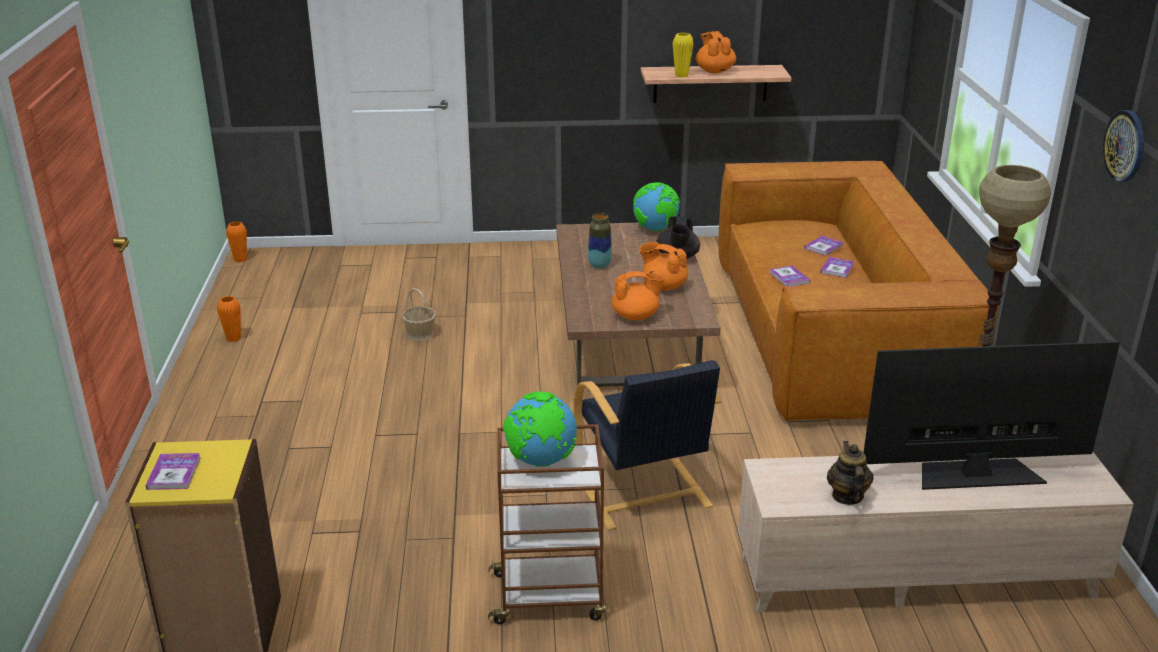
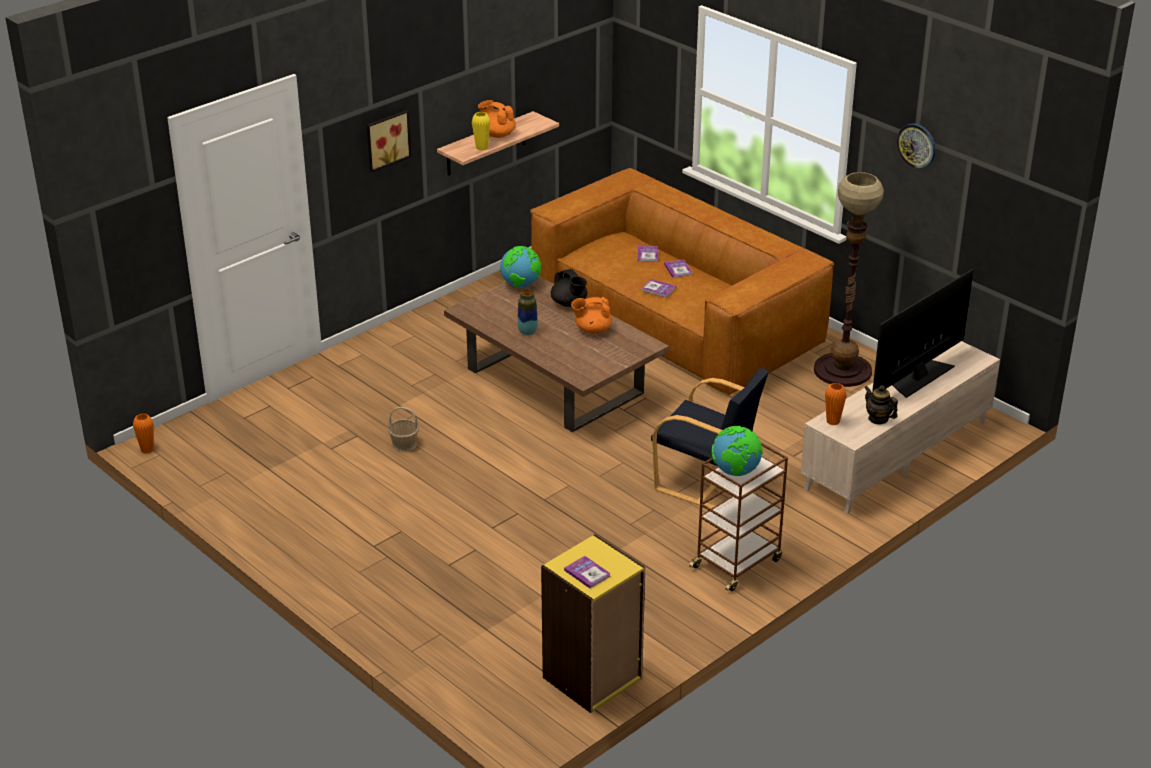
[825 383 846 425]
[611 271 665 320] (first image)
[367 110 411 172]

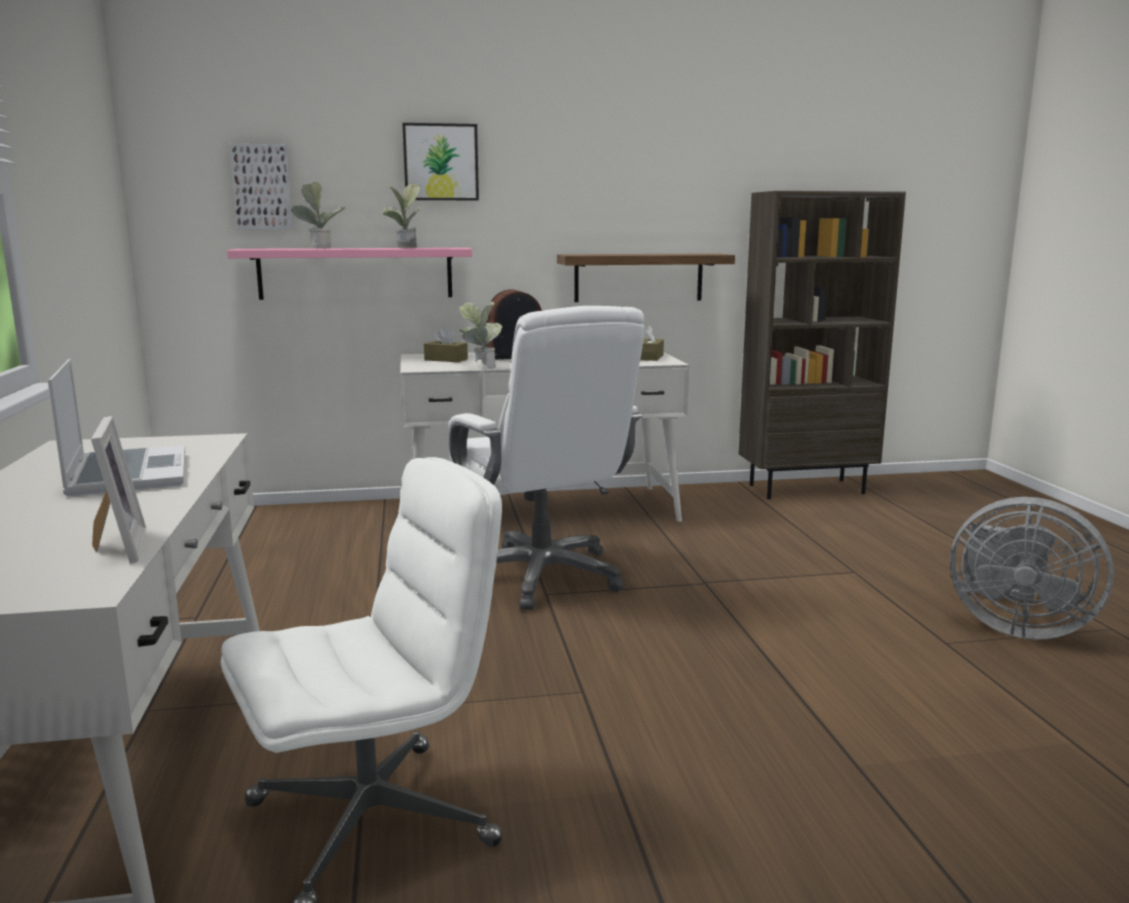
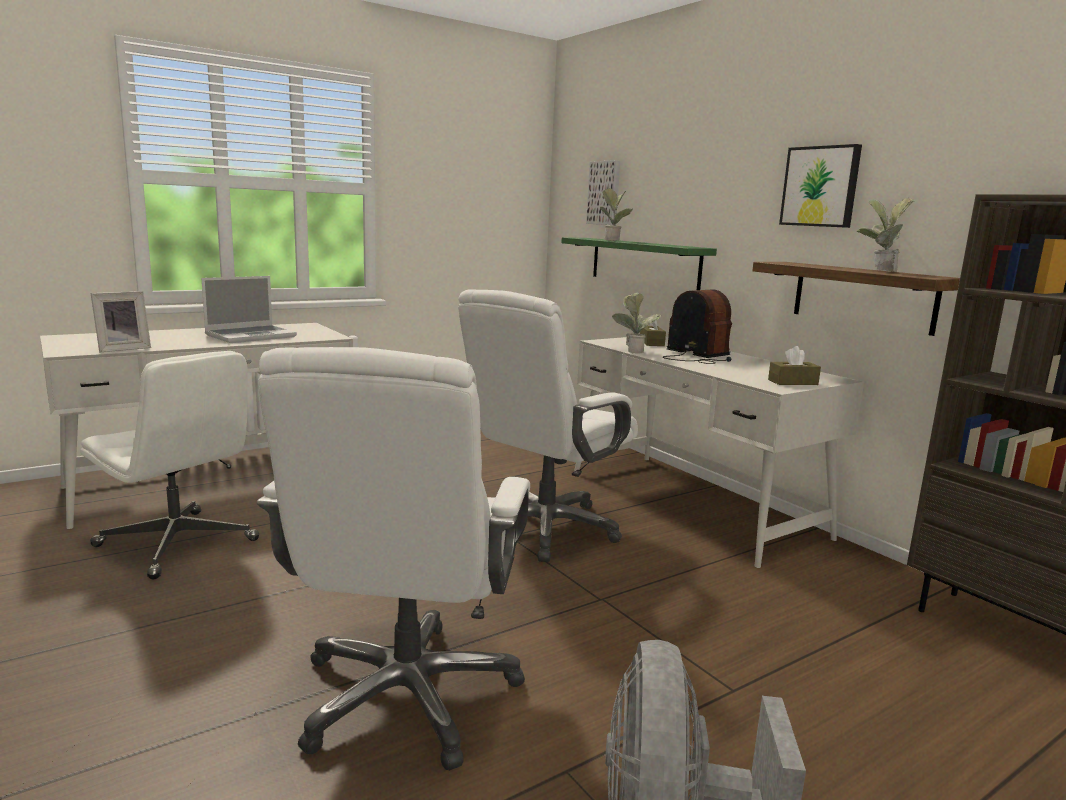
[561 237 717 290]
[856 198 914 272]
[779 144 862 228]
[257 347 530 771]

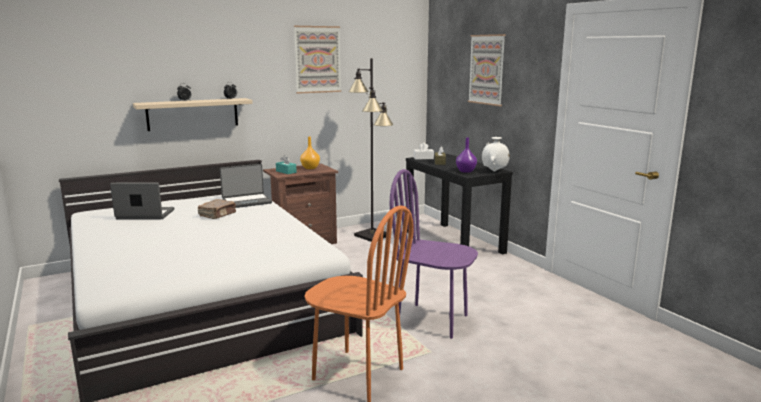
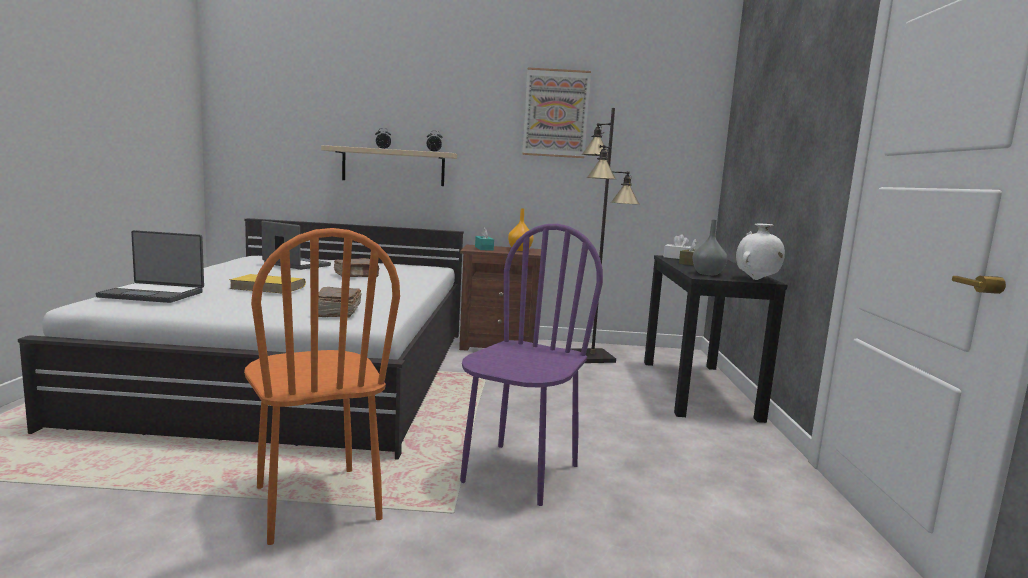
[95 230 204 303]
[460 224 603 506]
[692 220 727 275]
[468 34 506 106] (first image)
[229 274 306 293]
[318 287 362 318]

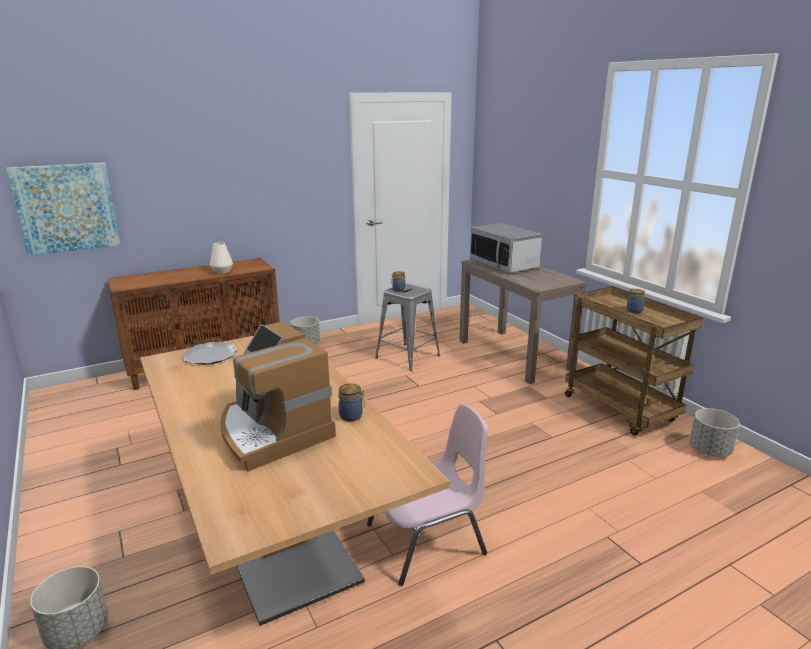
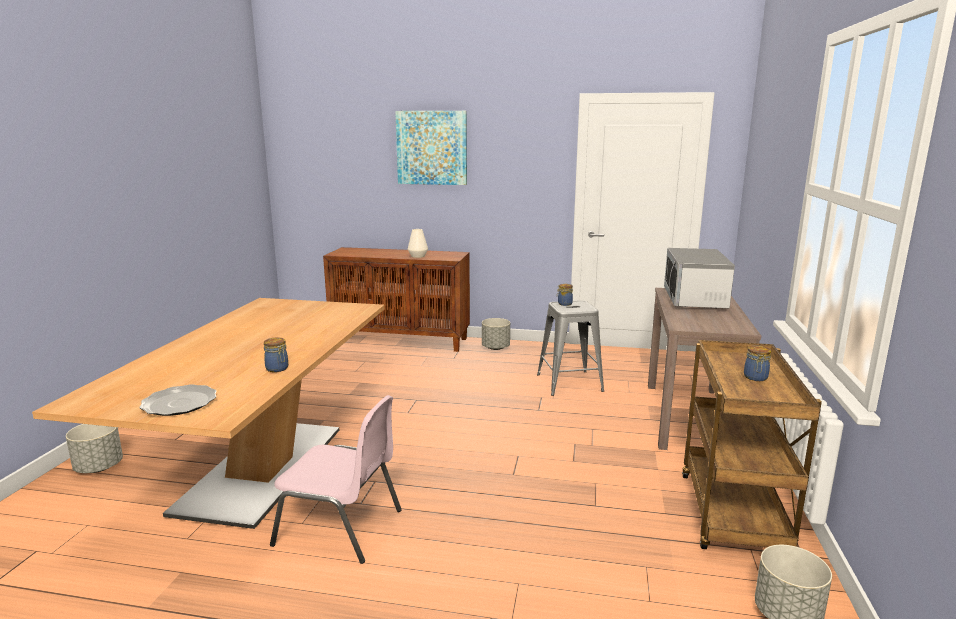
[395 111 467 185]
[139 385 216 416]
[220 321 336 471] (first image)

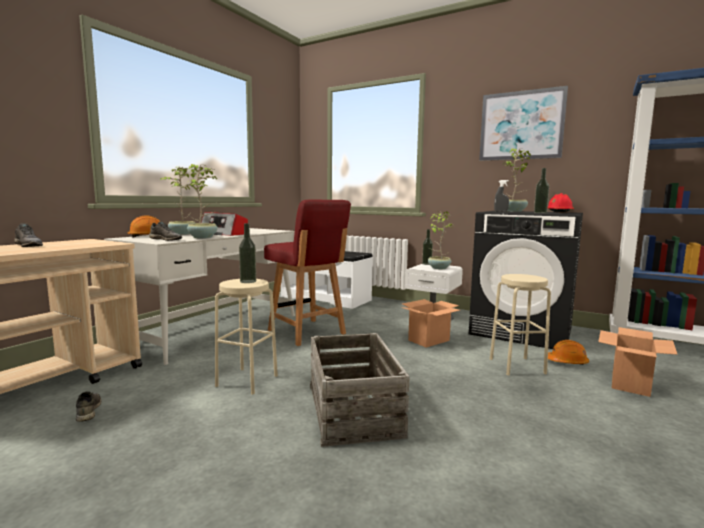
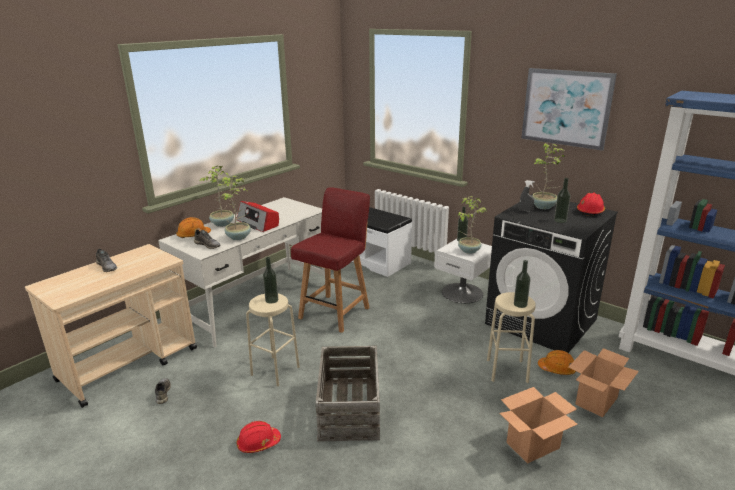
[291 187 370 333]
[499 387 578 464]
[237 421 281 453]
[514 260 530 308]

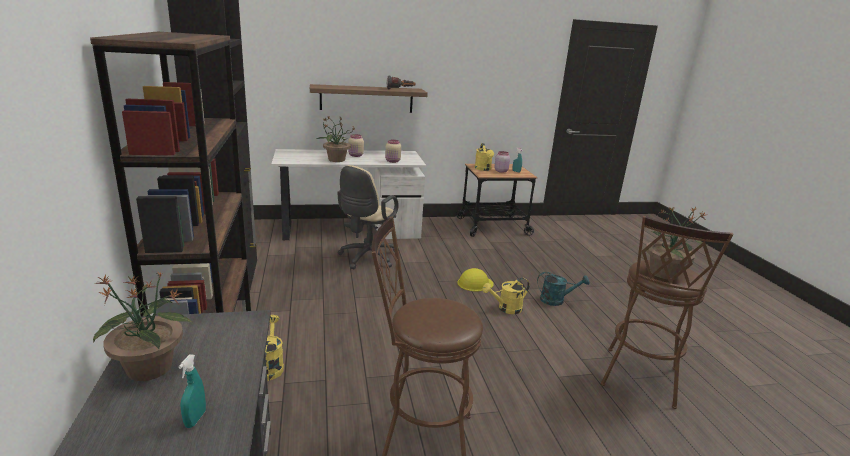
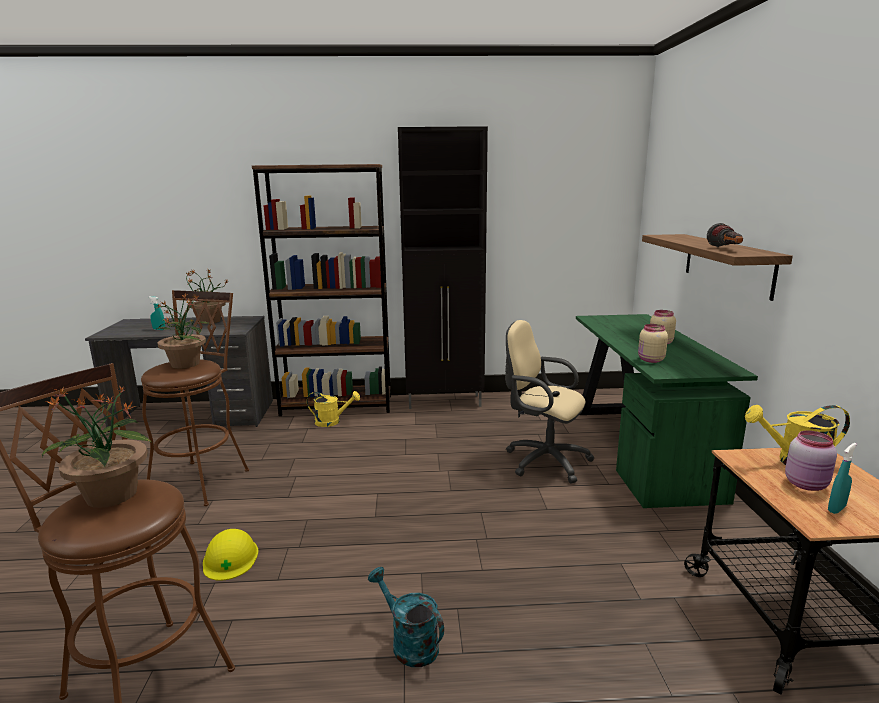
[576 314 758 508]
[156 293 211 369]
[203 529 258 581]
[482 278 530 314] (first image)
[368 567 444 667]

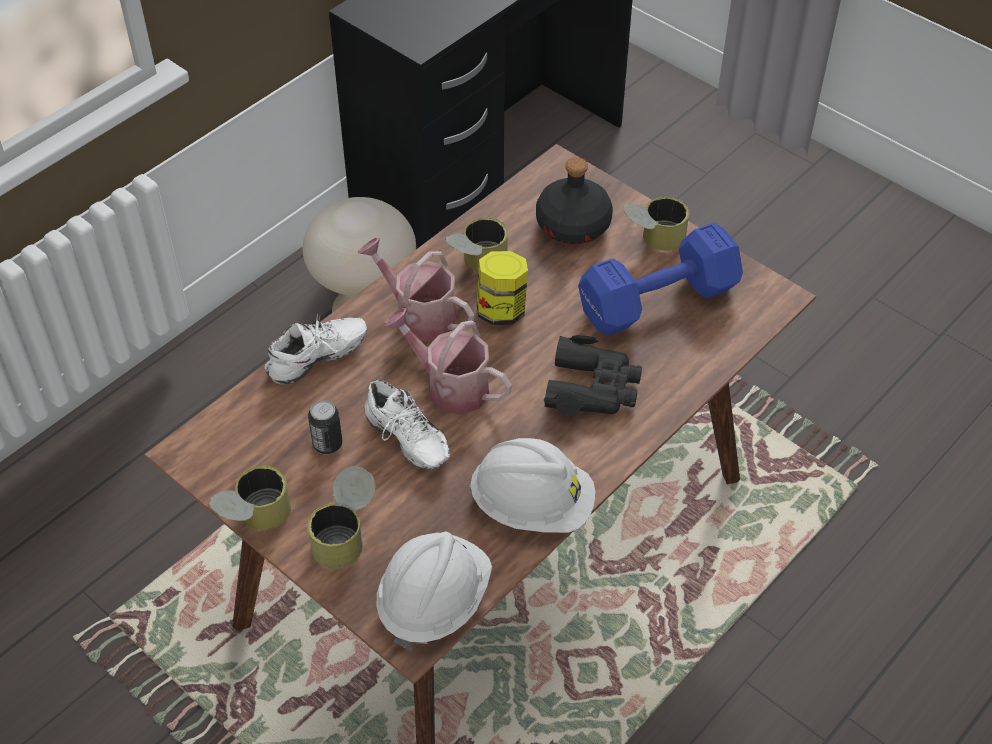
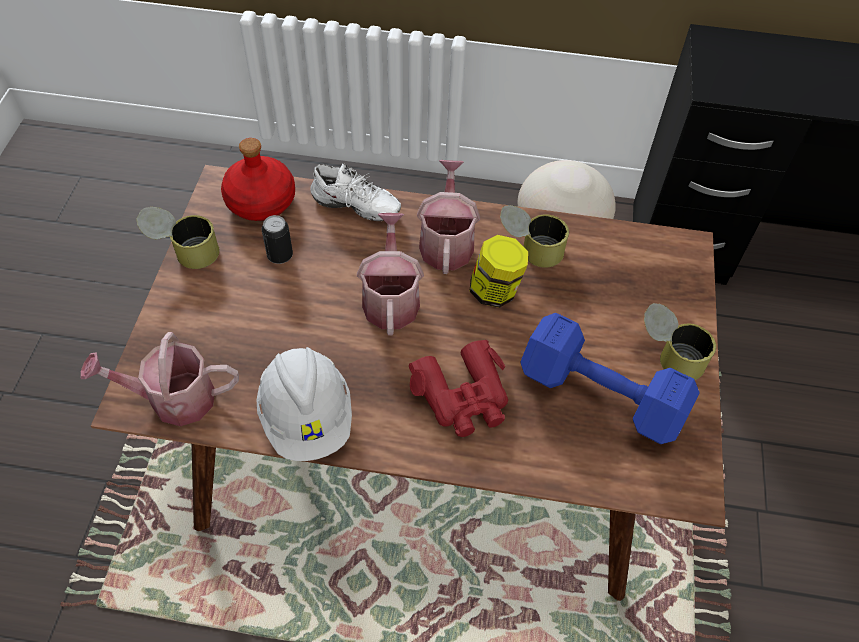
[307 466 375 569] (first image)
[364 379 450 469] (first image)
[80 332 239 426]
[536 157 613 245] (first image)
[409 339 508 437]
[221 138 295 221]

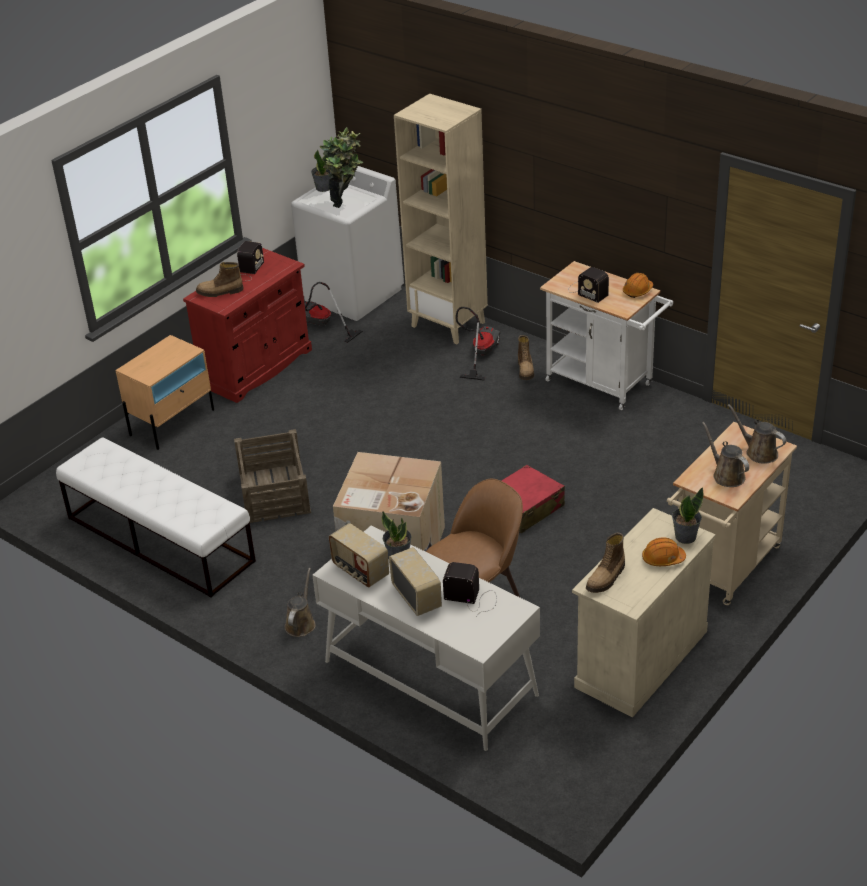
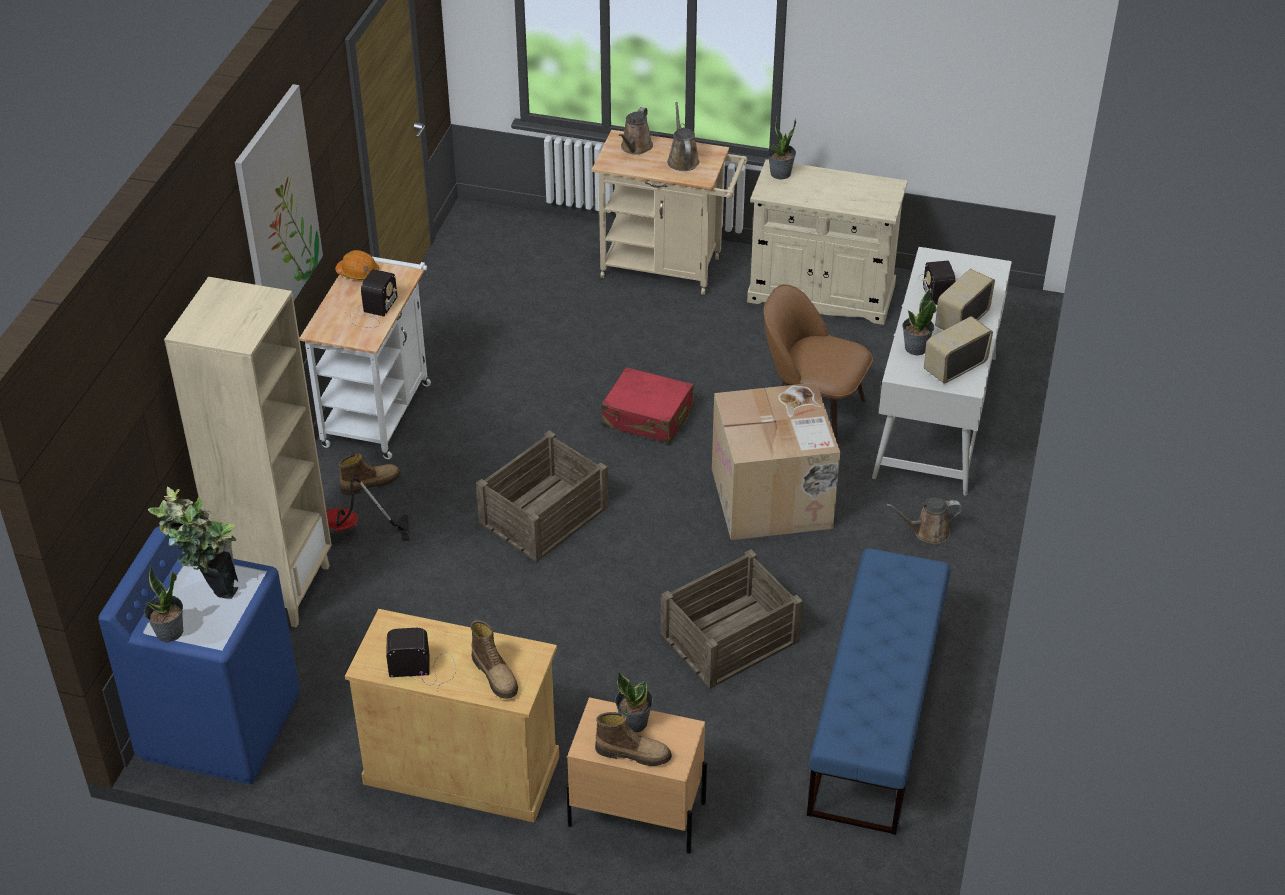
[807 548 951 835]
[345 609 559 823]
[99 526 300 784]
[304 282 363 343] (first image)
[924 316 993 384]
[595 712 672 766]
[642 537 686 566] (first image)
[667 102 700 171]
[235 84 323 300]
[476 430 608 562]
[615 672 653 732]

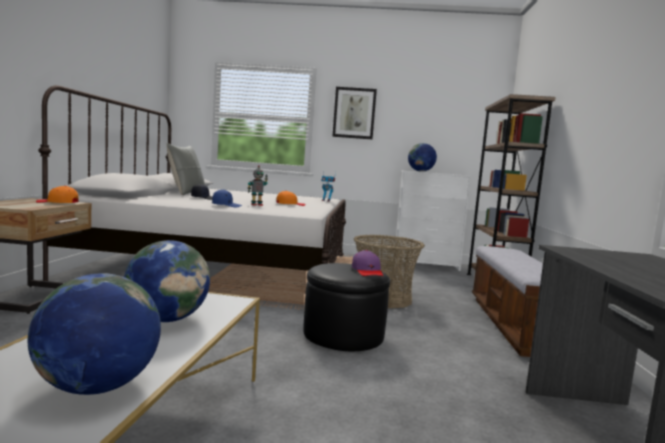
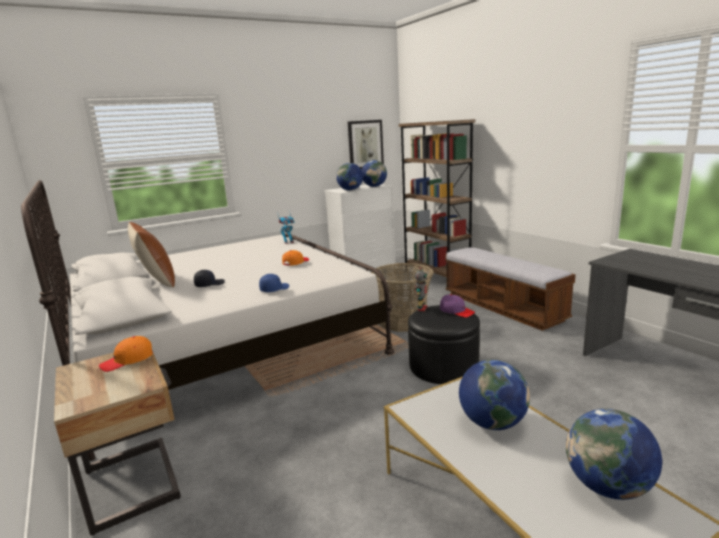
[128 222 175 287]
[415 267 427 311]
[348 120 384 169]
[361 160 387 187]

